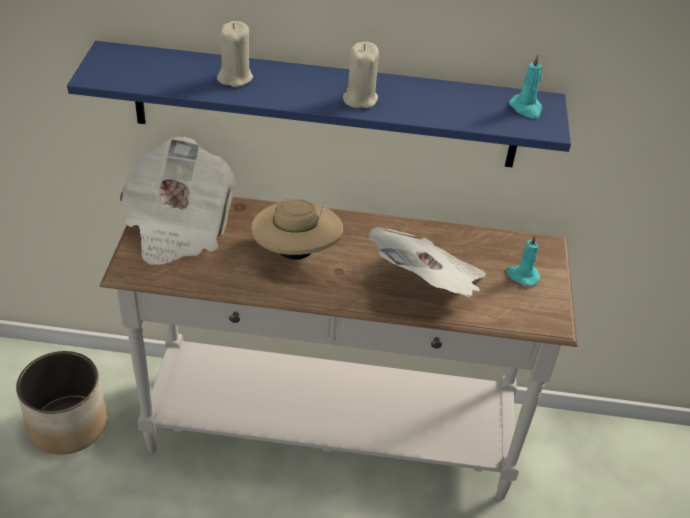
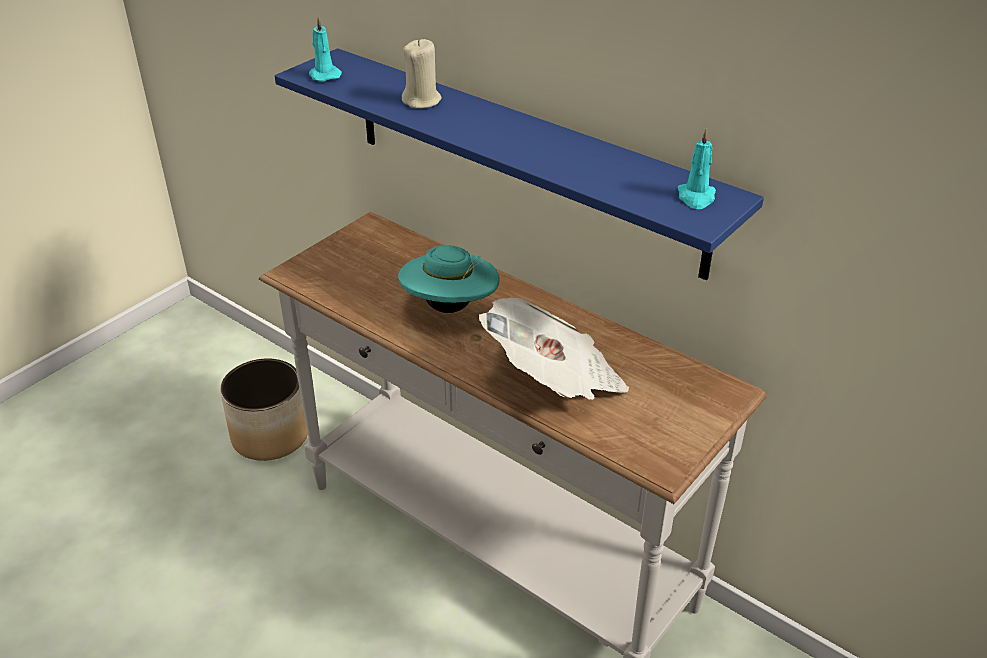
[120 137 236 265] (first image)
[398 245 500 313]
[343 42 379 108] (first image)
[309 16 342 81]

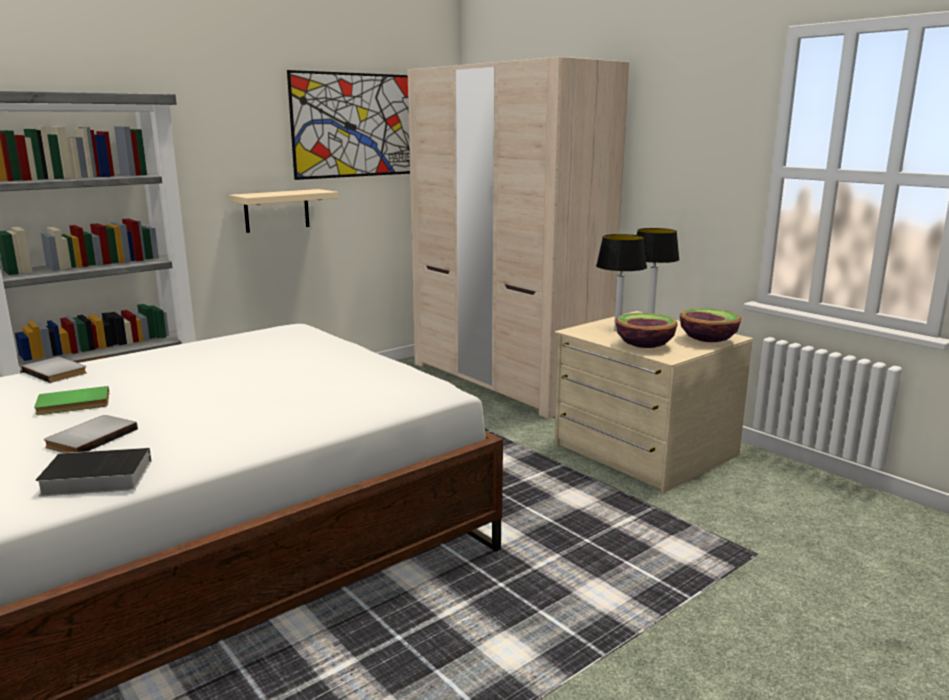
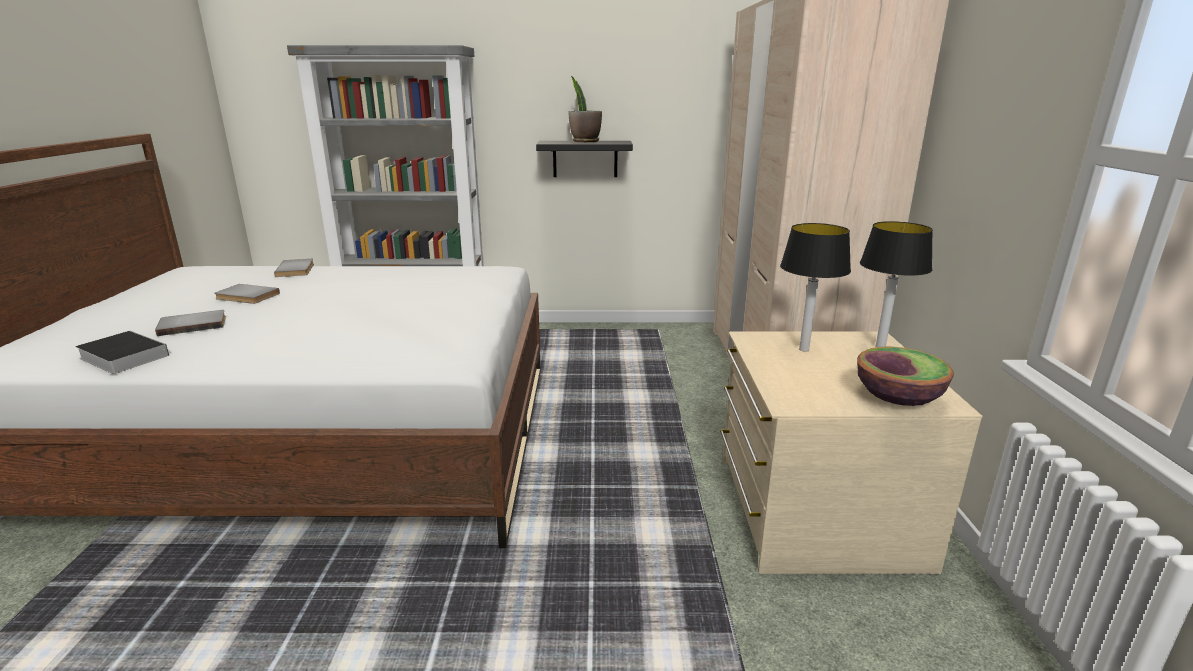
[214 284 280 304]
[536 141 633 177]
[287 70 410 180] (first image)
[616 313 678 348] (first image)
[568 76 602 142]

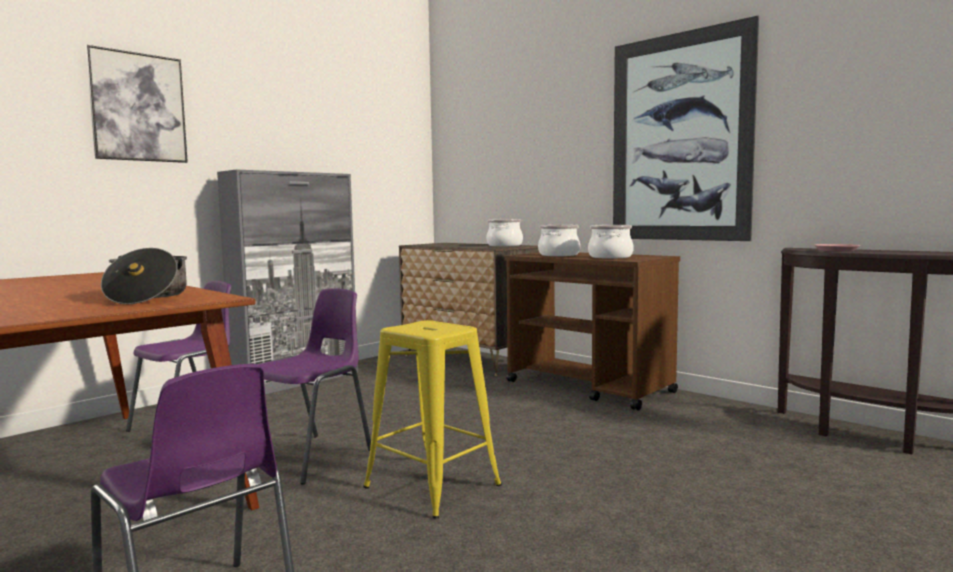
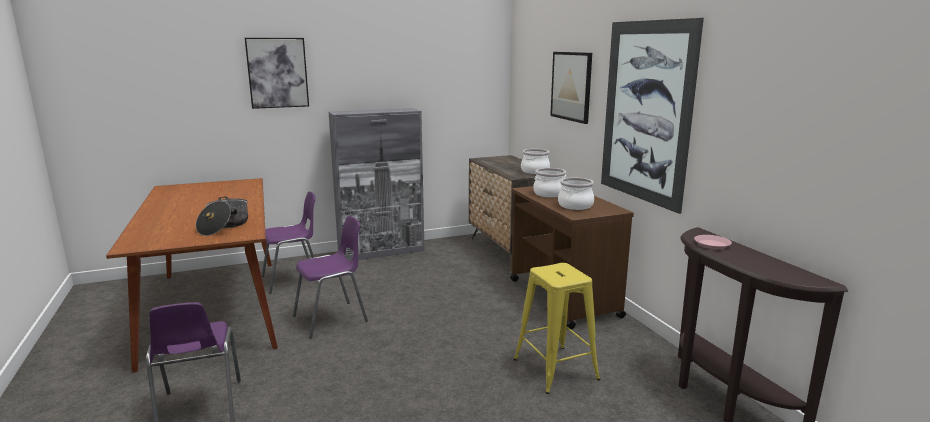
[514 263 600 394]
[550 52 592 124]

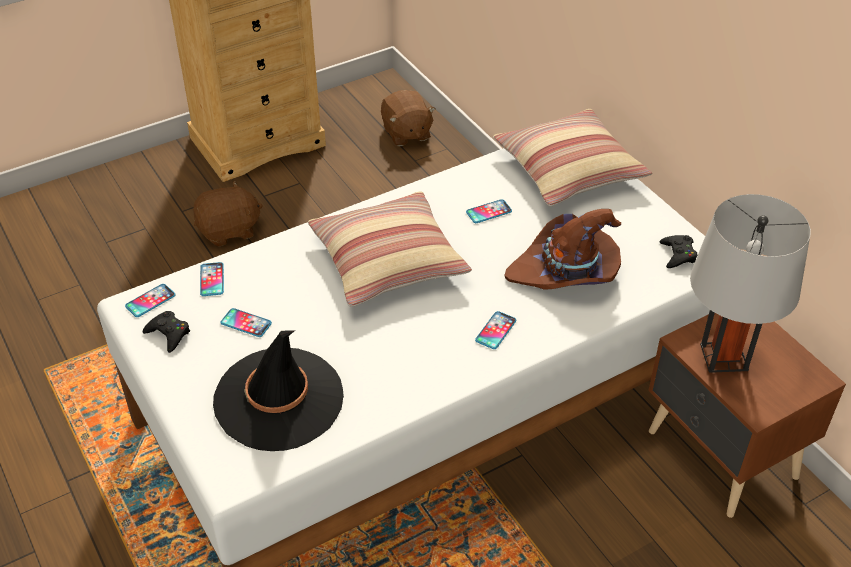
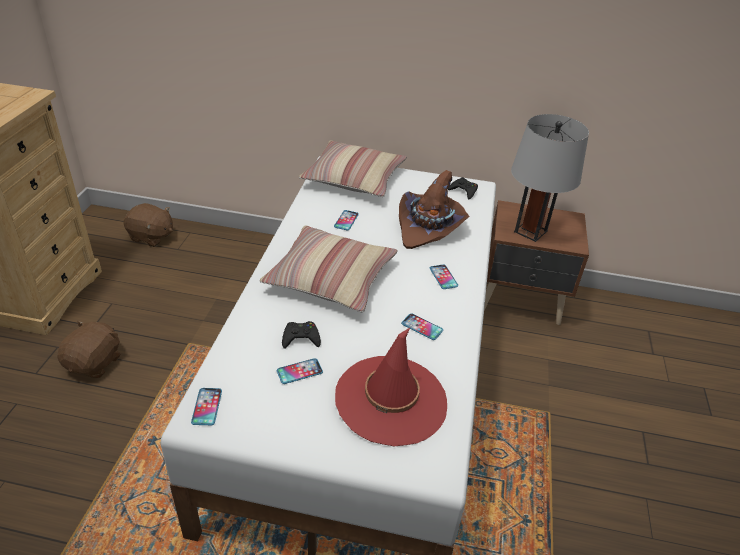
[282 321 321 349]
[401 313 443 340]
[335 327 447 446]

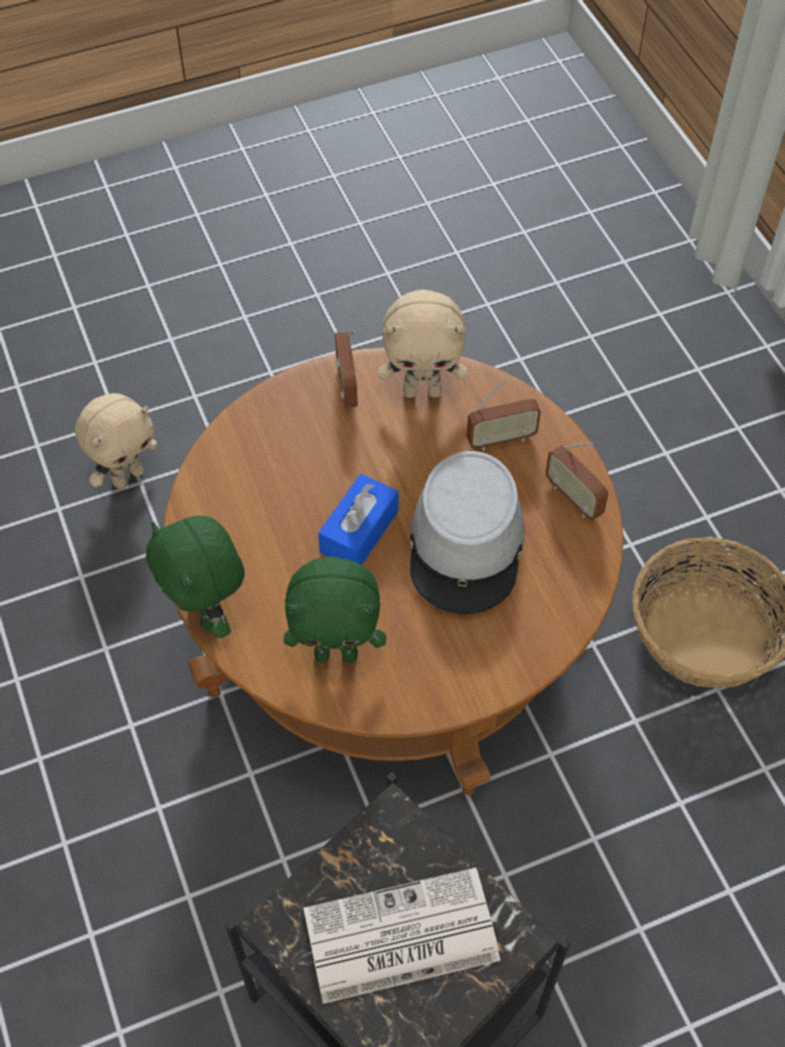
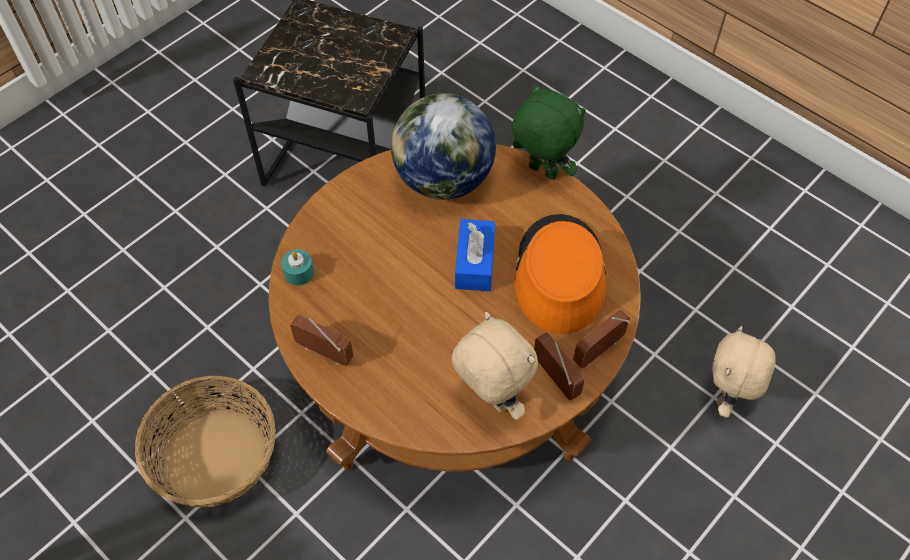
[391 93 496 200]
[303 868 501 1004] (first image)
[451 312 538 420]
[410 451 525 614] (first image)
[573 309 630 368]
[281 249 314 285]
[514 214 607 334]

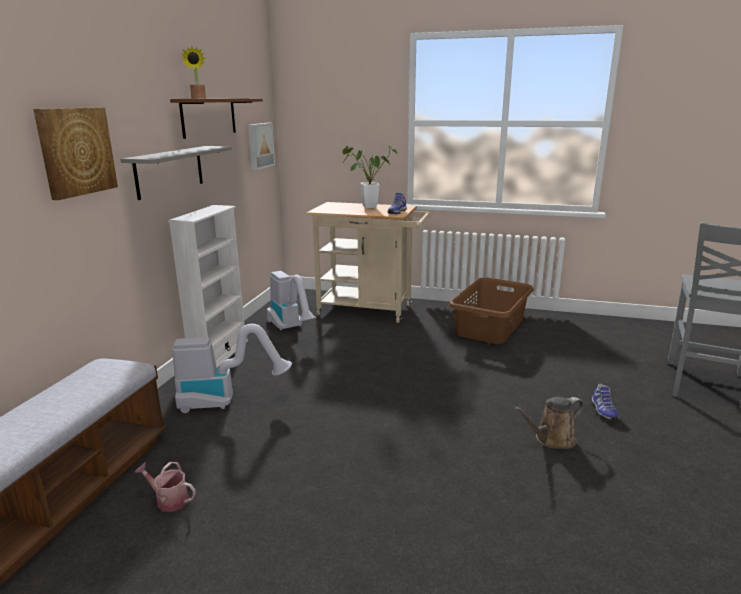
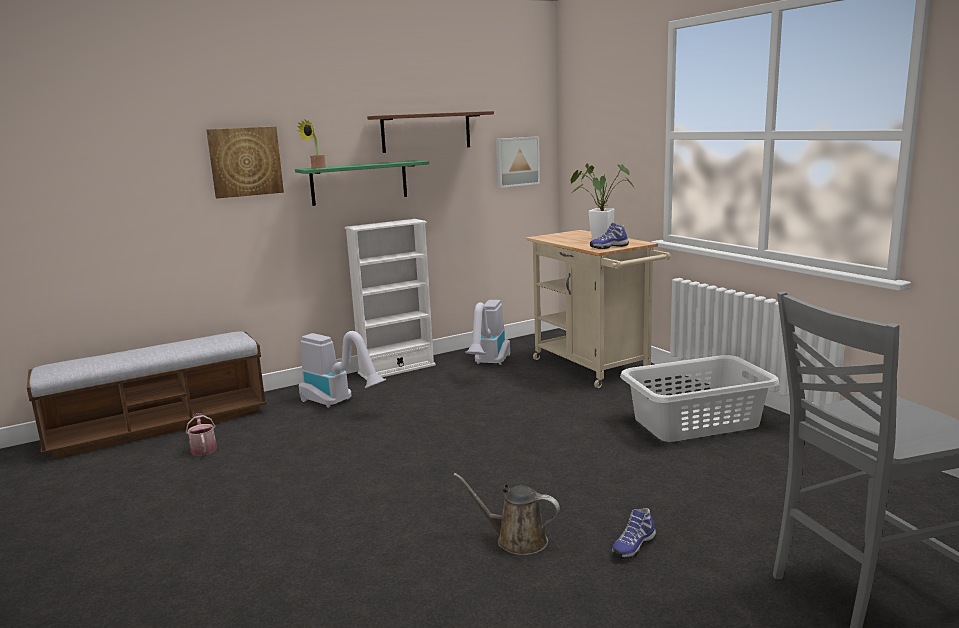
[295 160 429 206]
[297 119 326 169]
[620 355 780 442]

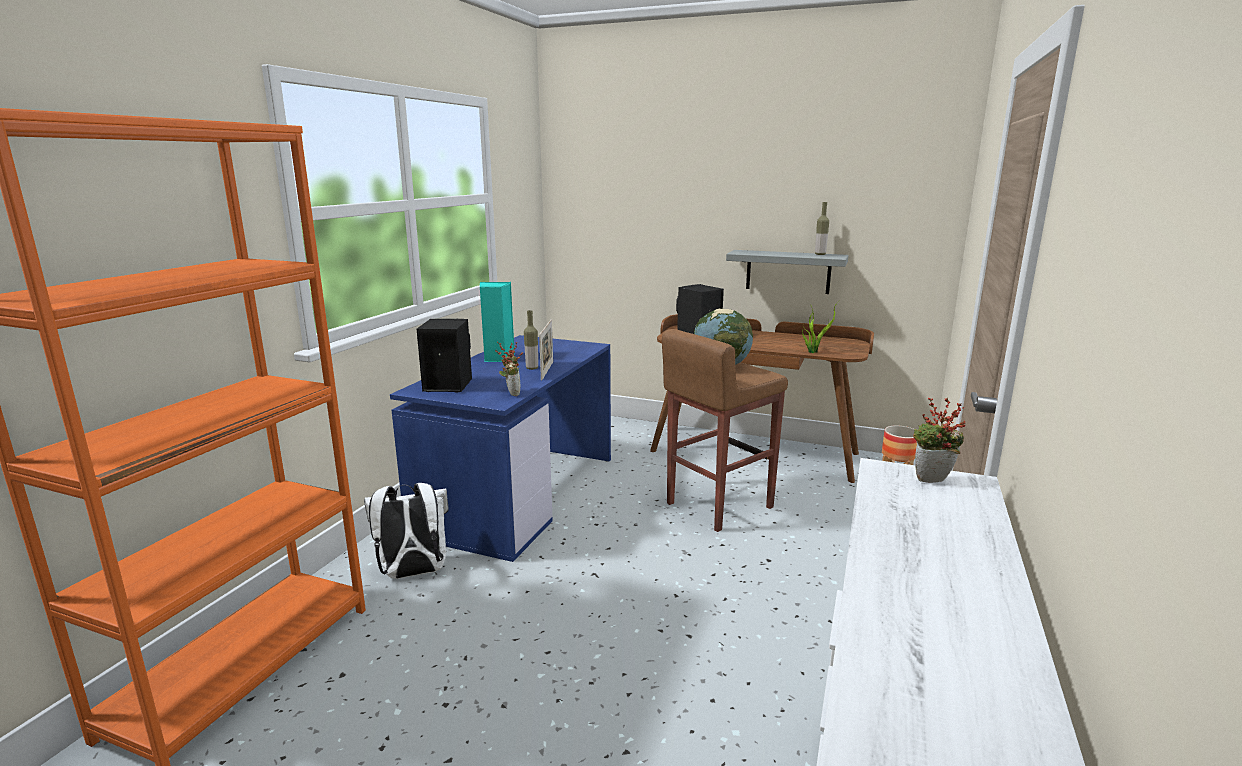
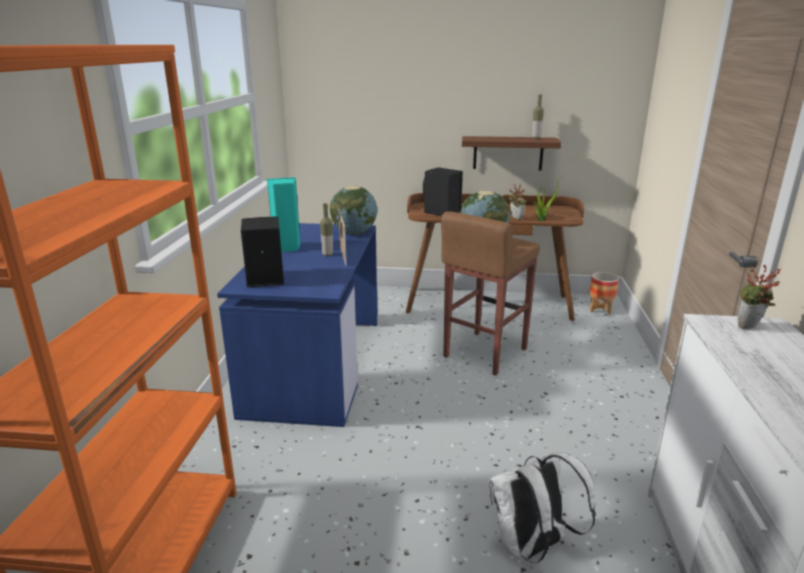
[489 450 596 563]
[509 184 526 219]
[462 136 561 171]
[330 186 377 235]

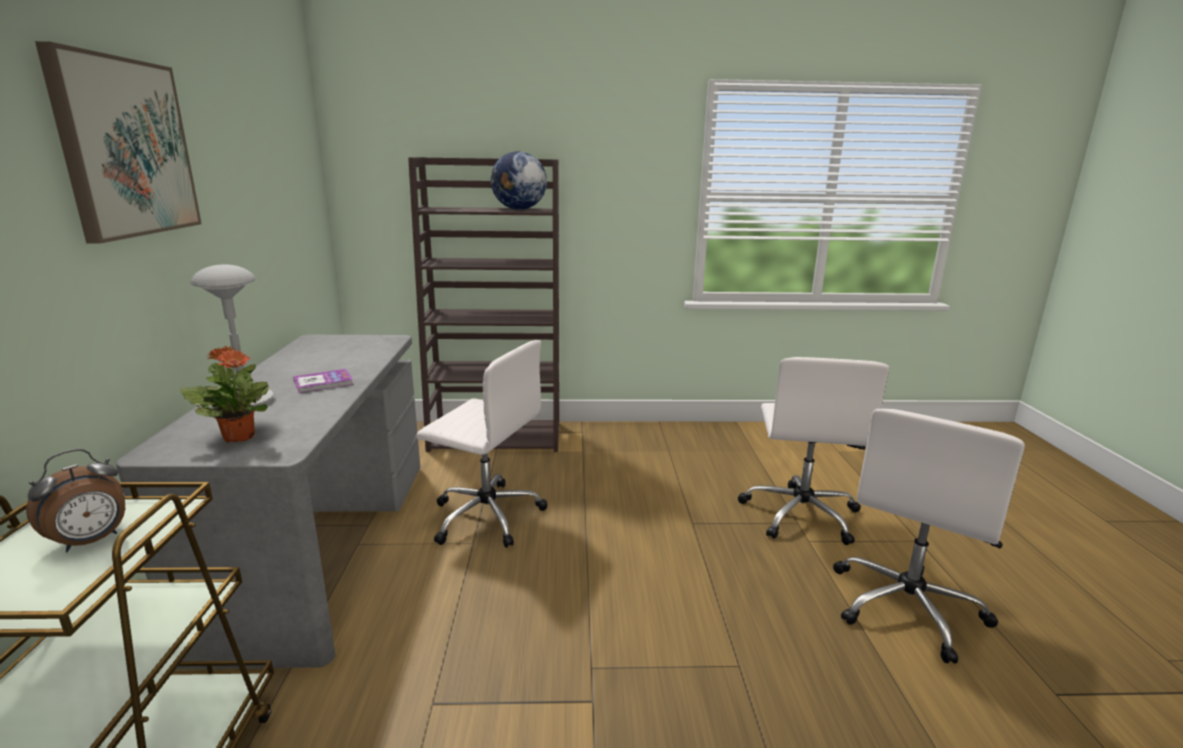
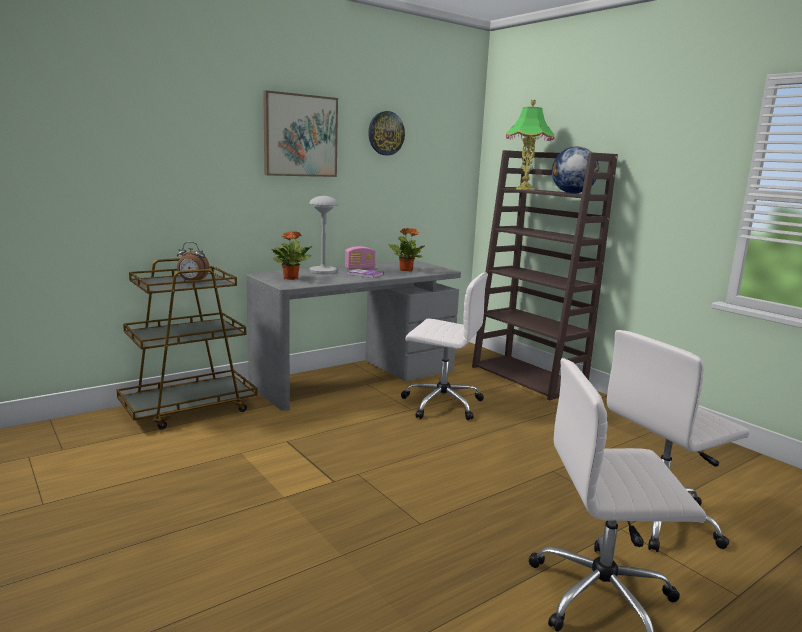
[401 273 488 420]
[345 246 375 269]
[368 111 405 155]
[388 228 425 271]
[506 100 554 190]

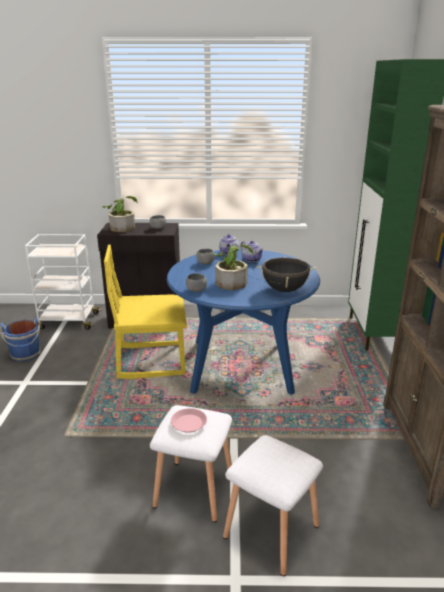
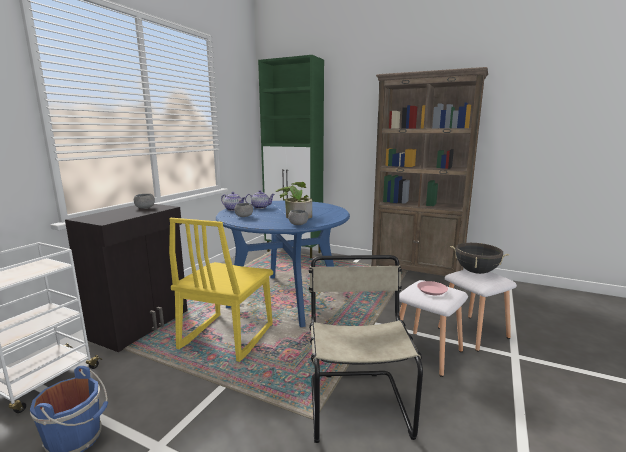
[102 196 138 232] (first image)
[450 243 510 274]
[309 255 423 443]

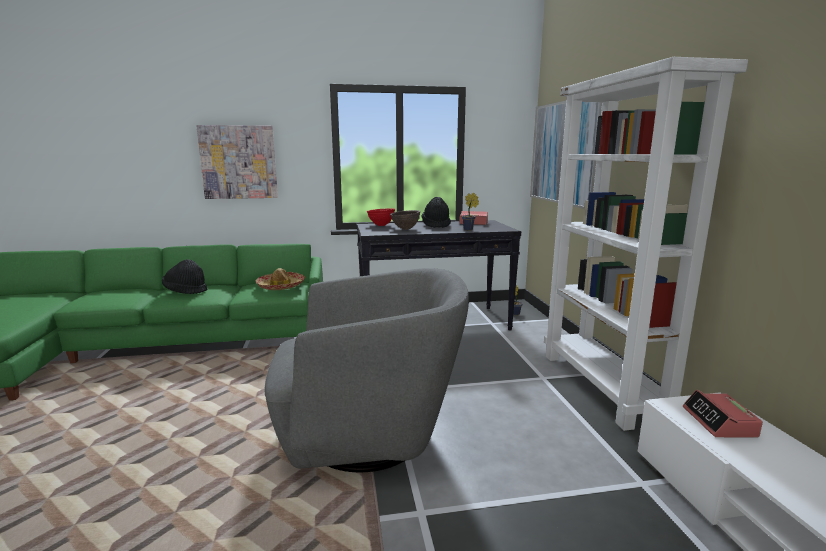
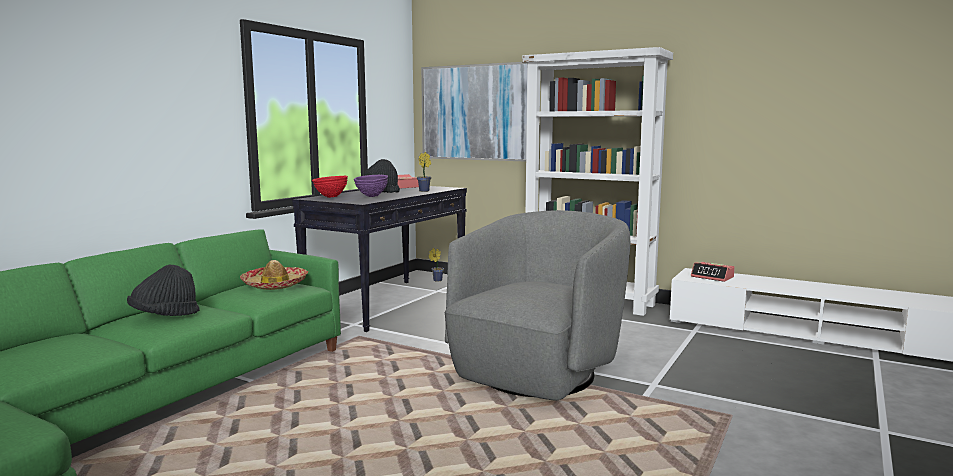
[196 125 278 199] (first image)
[354 175 388 197]

